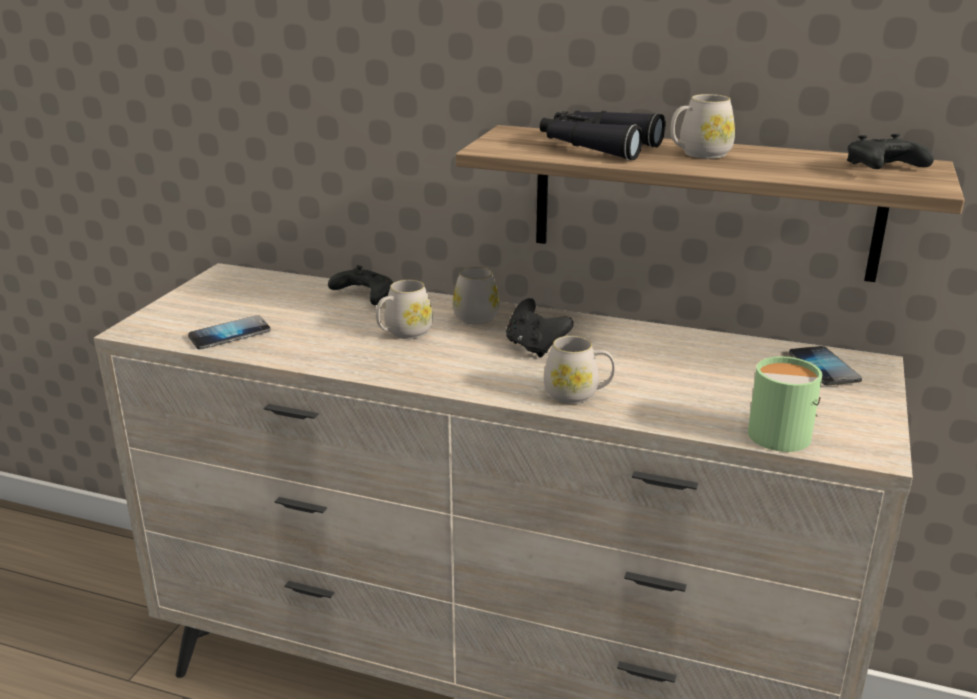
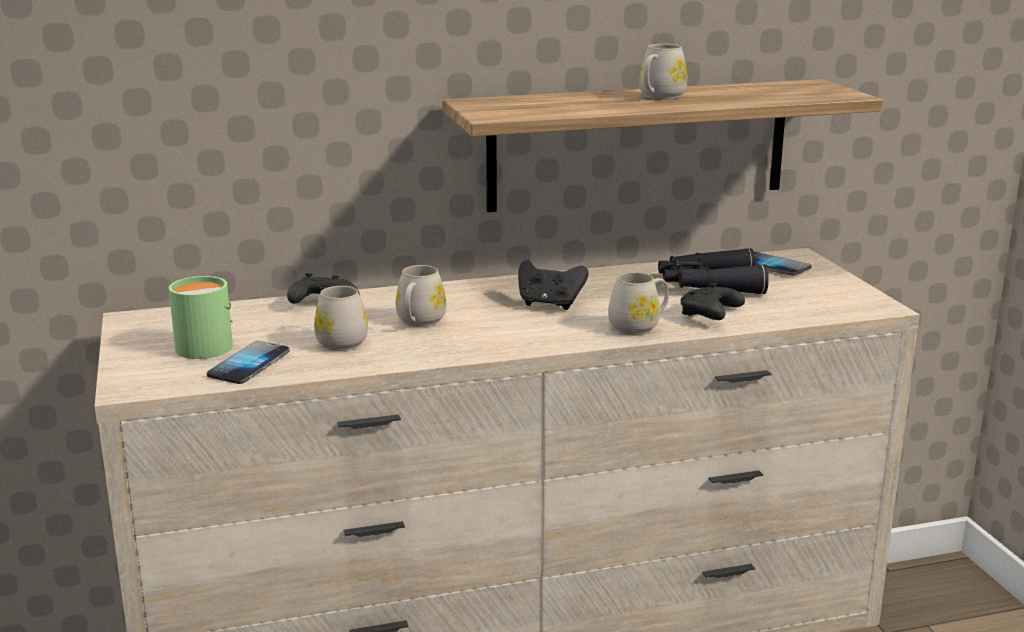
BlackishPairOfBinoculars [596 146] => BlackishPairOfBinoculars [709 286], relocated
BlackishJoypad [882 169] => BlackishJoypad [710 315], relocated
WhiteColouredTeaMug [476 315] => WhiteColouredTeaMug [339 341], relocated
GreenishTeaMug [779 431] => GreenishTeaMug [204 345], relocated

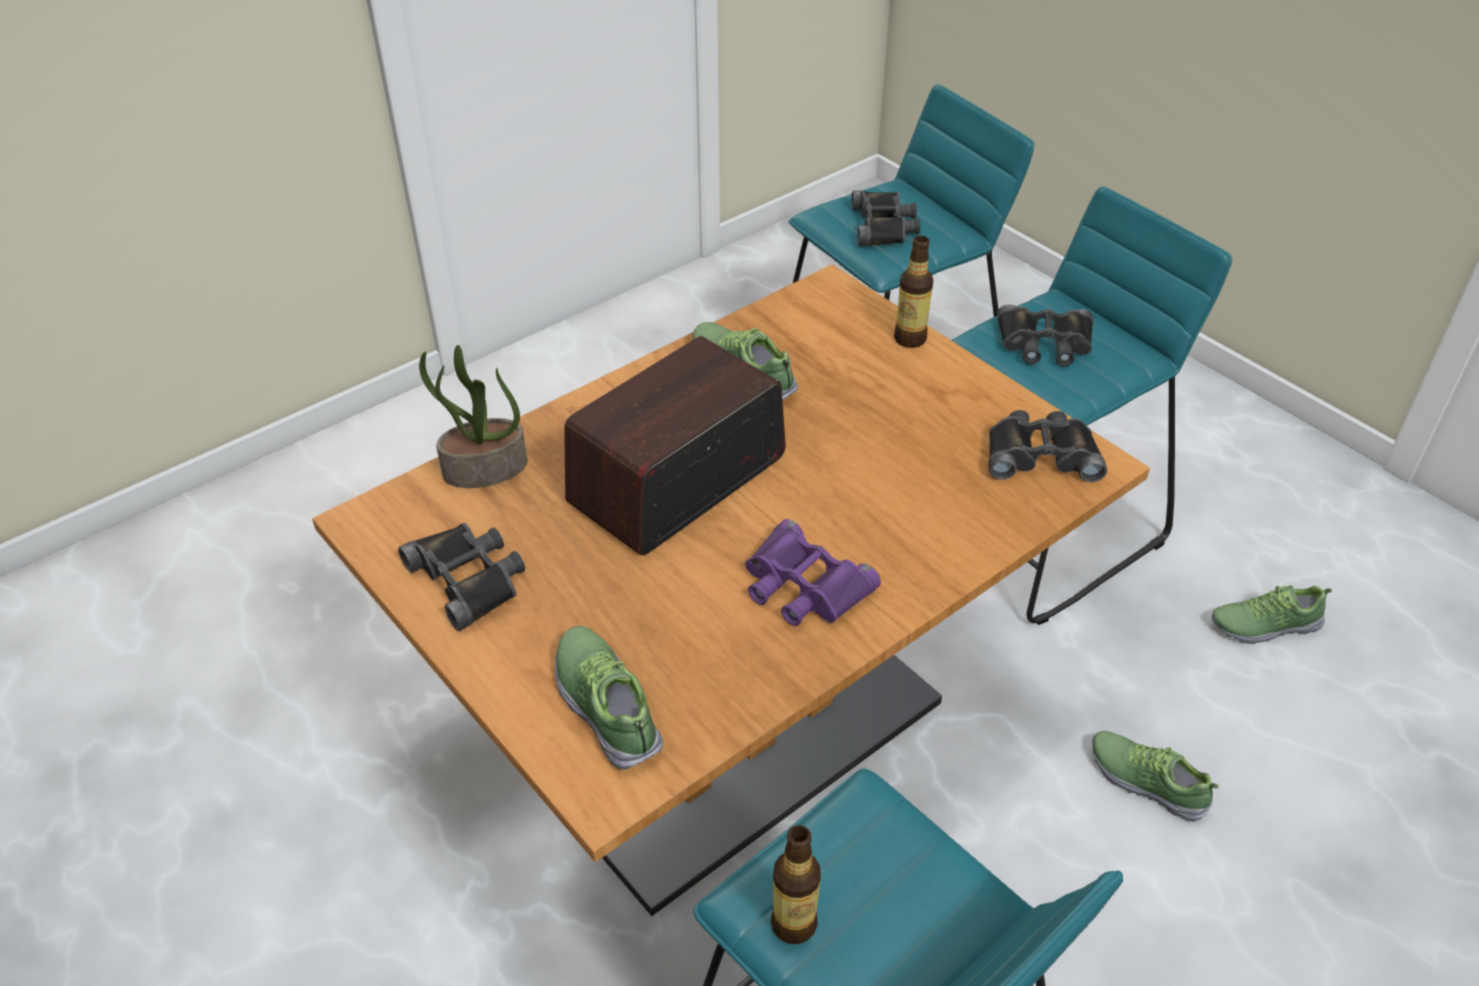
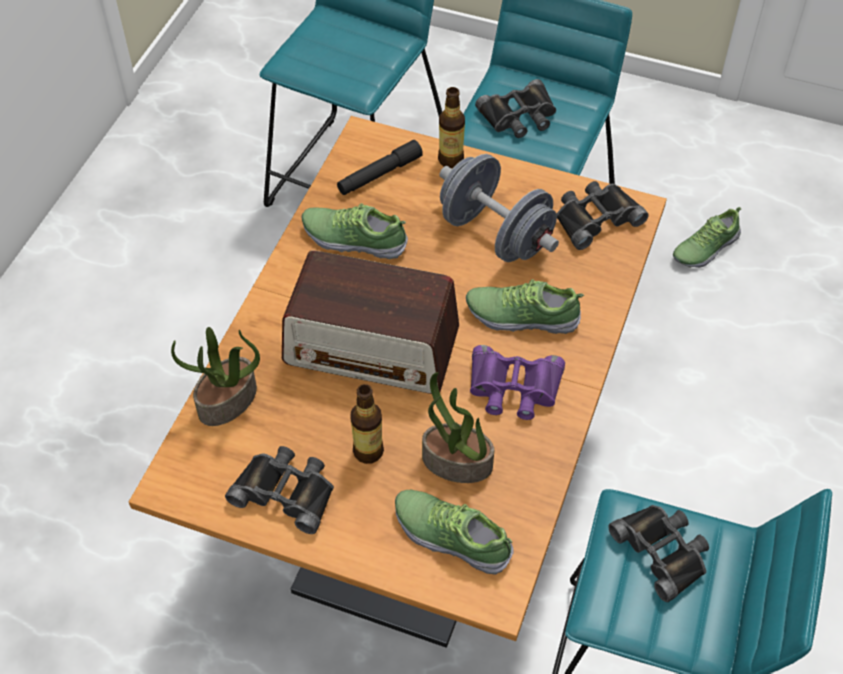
BlackishPairOfBinoculars [884 226] => BlackishPairOfBinoculars [662 551], relocated
RadioSet [677 480] => RadioSet [372 347], 90 degrees counterclockwise
LowShoe [1147 781] => LowShoe [522 315], relocated
DrinkBottle [794 924] => DrinkBottle [368 451], relocated
nothing => BlackishHandTorch [379 174]
nothing => GreyishDumbbell [495 234]
nothing => PlantInAPot [456 463]

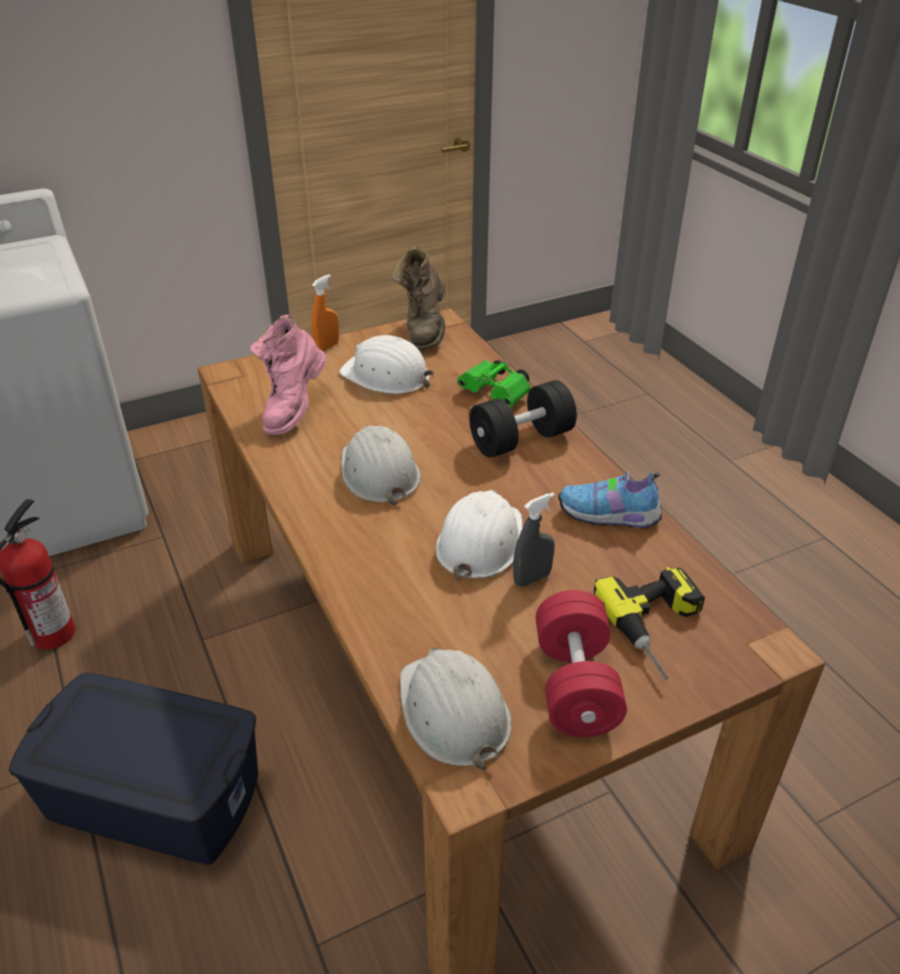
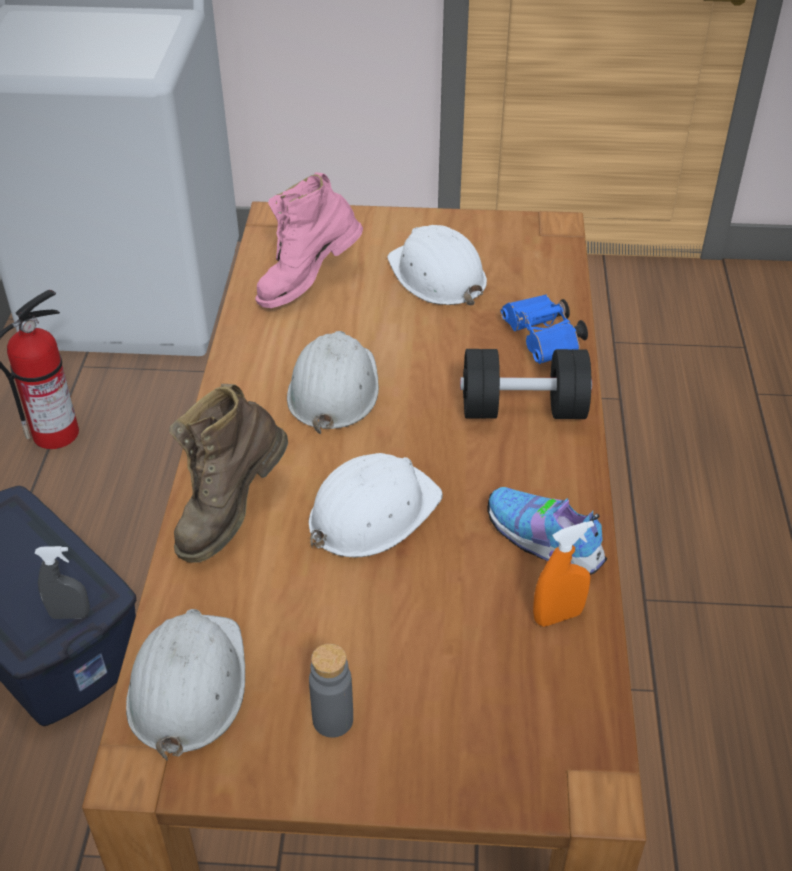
BrownColouredHighTopBoot [424 331] => BrownColouredHighTopBoot [230 513], relocated
OrangeySprayer [327 347] => OrangeySprayer [558 616], relocated
GreenishPairOfBinoculars [497 394] => BluishPairOfBinoculars [544 342]
GreyishSprayer [532 578] => GreyishSprayer [70 614], relocated
Drill [661 628] => nothing
RedColouredDumbbell [575 685] => GreyishDrinkBottle [333 720]

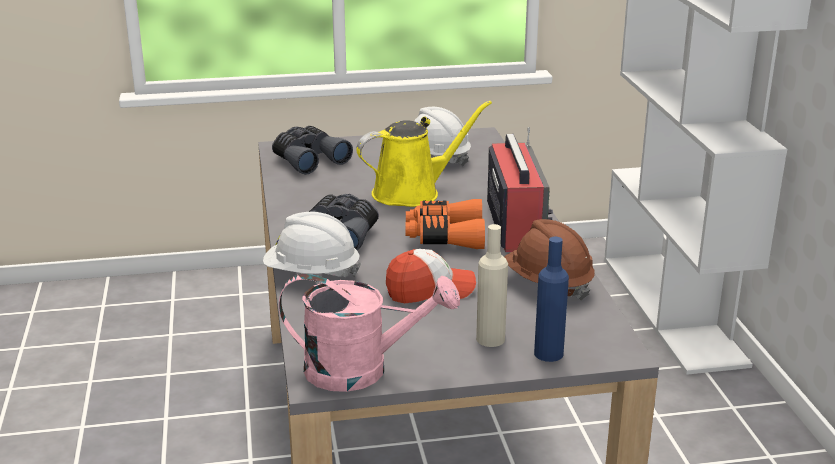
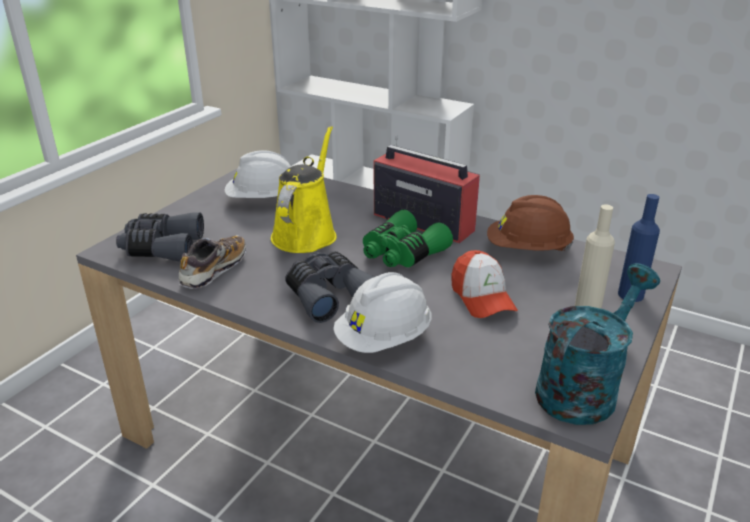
OrangeyPairOfBinoculars [445 236] => GreenishPairOfBinoculars [402 253]
BaseballCap [430 290] => BaseballCap [482 298], 135 degrees clockwise
PinkSprinklingCan [361 370] => TurquoiseColouredSprinklingCan [583 387]
nothing => LowShoe [214 270]

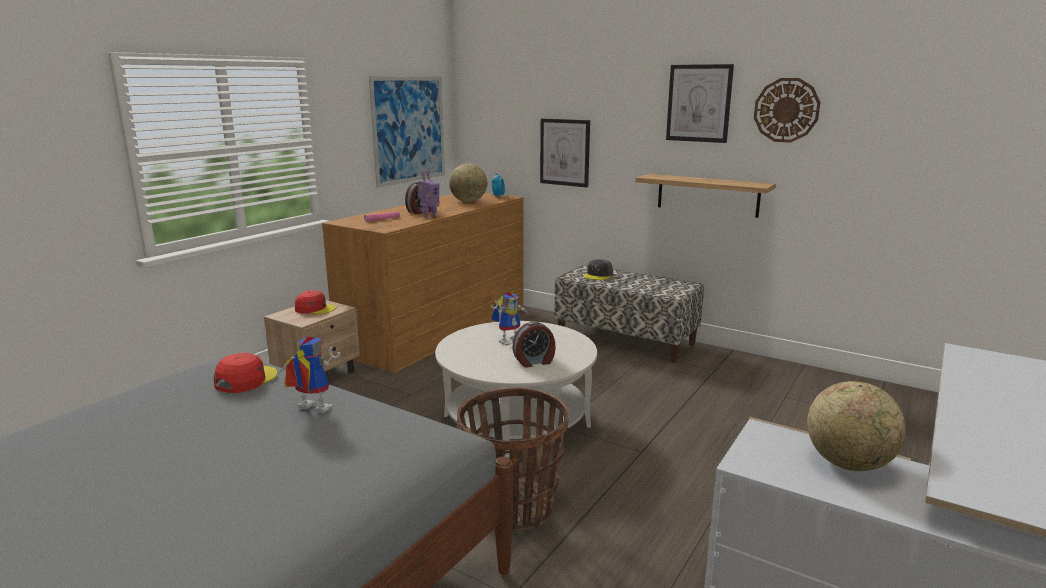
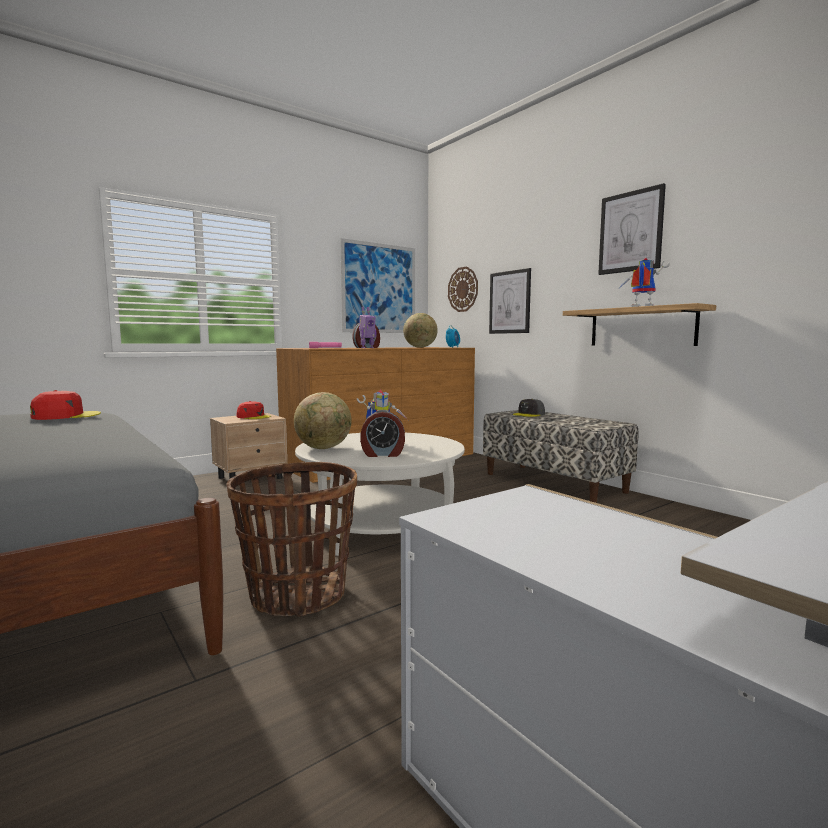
HangingClock [786 110] => HangingClock [463 289], relocated
RobotFigure [309 409] => RobotFigure [640 306], relocated
DeskGlobe [849 464] => DeskGlobe [323 448], relocated

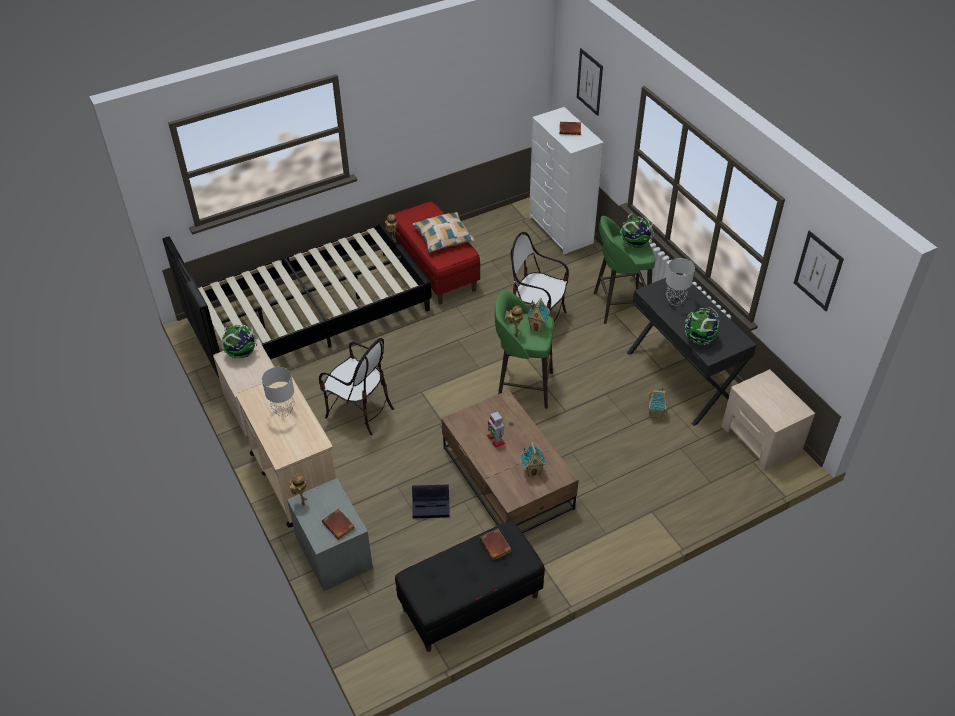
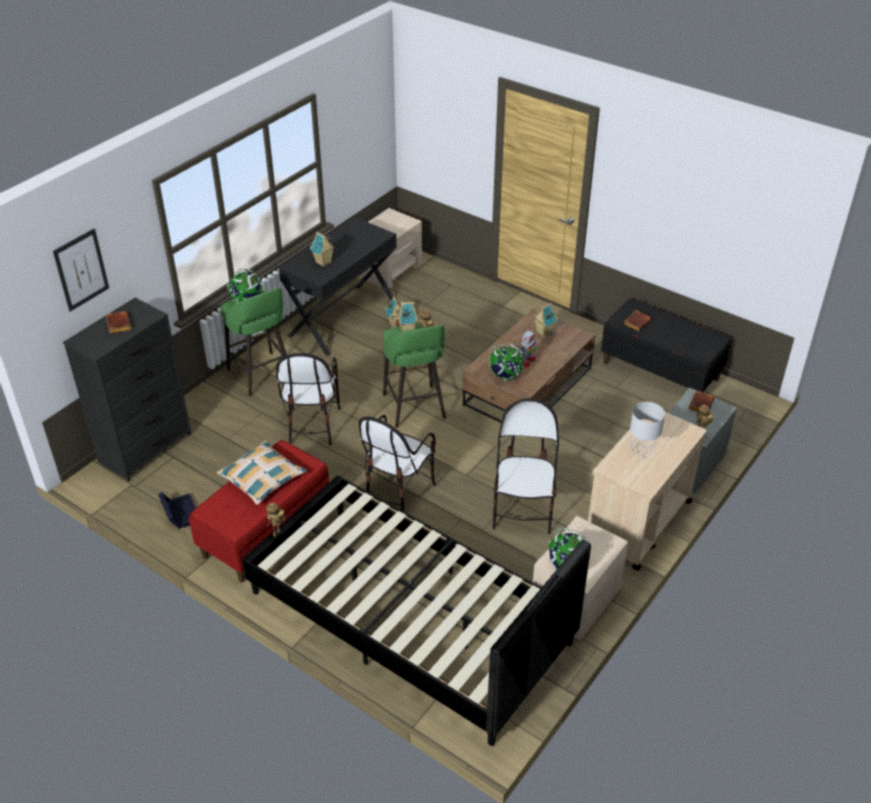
WhiteColouredDrawerChest [561 230] => BlackishDrawerChest [146 447]
Picture [818 271] => nothing
GreyishLampForATable [674 301] => ToyHouse [323 262]
DeskGlobe [699 339] => DeskGlobe [505 376], relocated
BlackishStorageBox [432 505] => BlackishStorageBox [180 513], relocated
nothing => UprightChair [397 492]

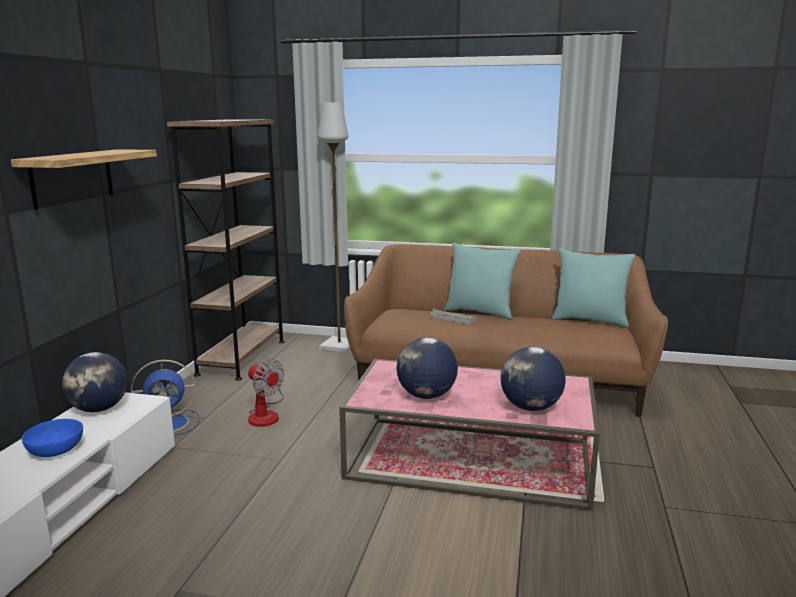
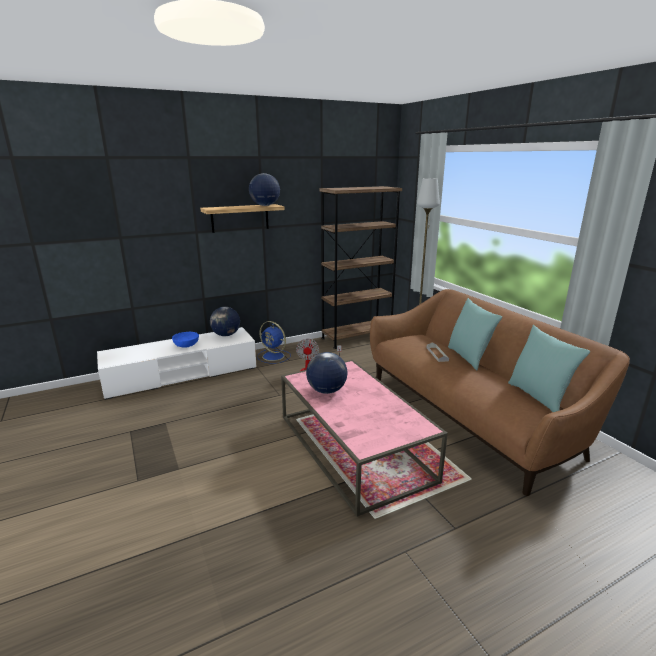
DeskGlobe [531 408] => DeskGlobe [265 205], relocated

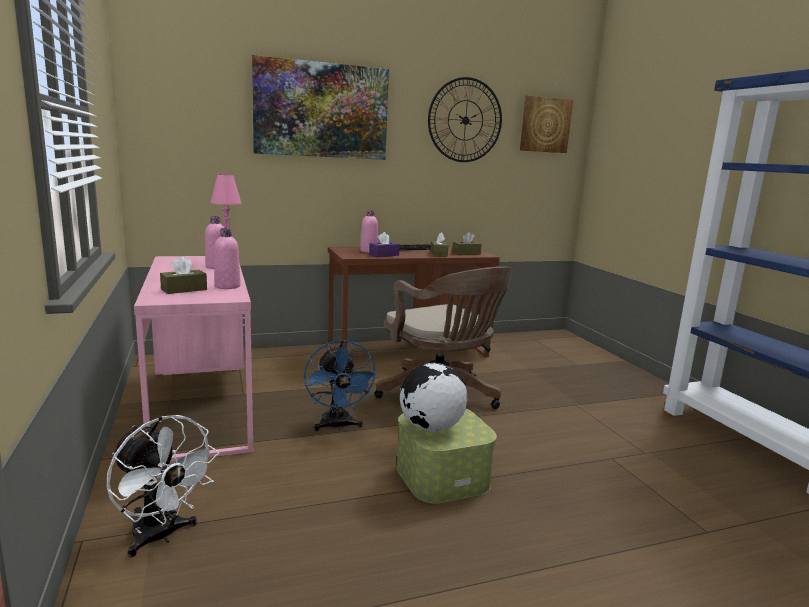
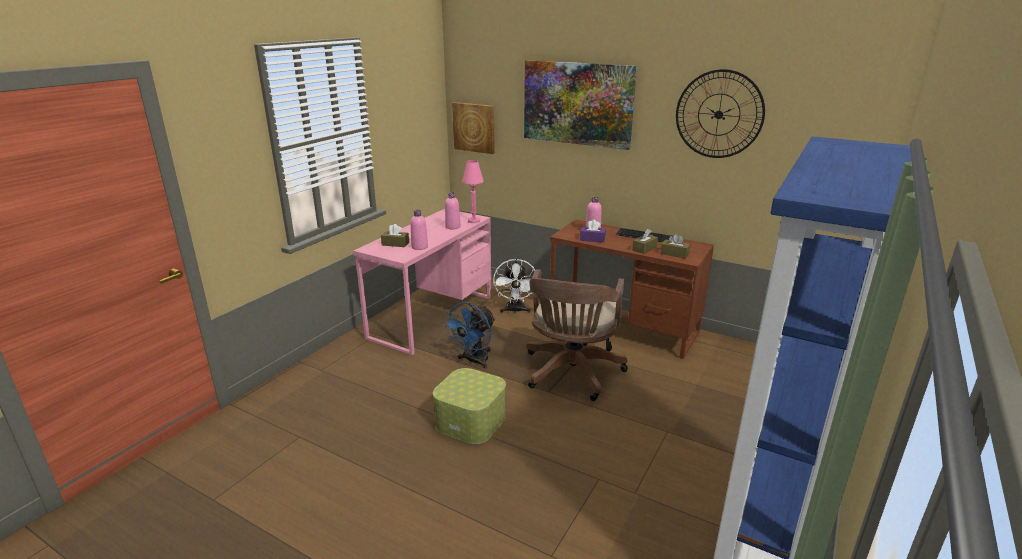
Picture [545 125] => Picture [474 127], relocated
DeskGlobe [430 428] => nothing
WhiteColouredElectricFan [161 536] => WhiteColouredElectricFan [515 311], relocated

